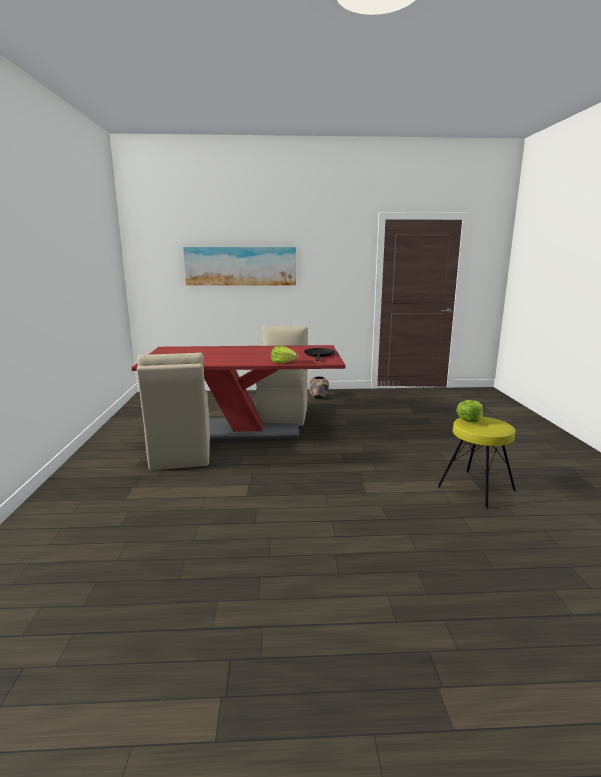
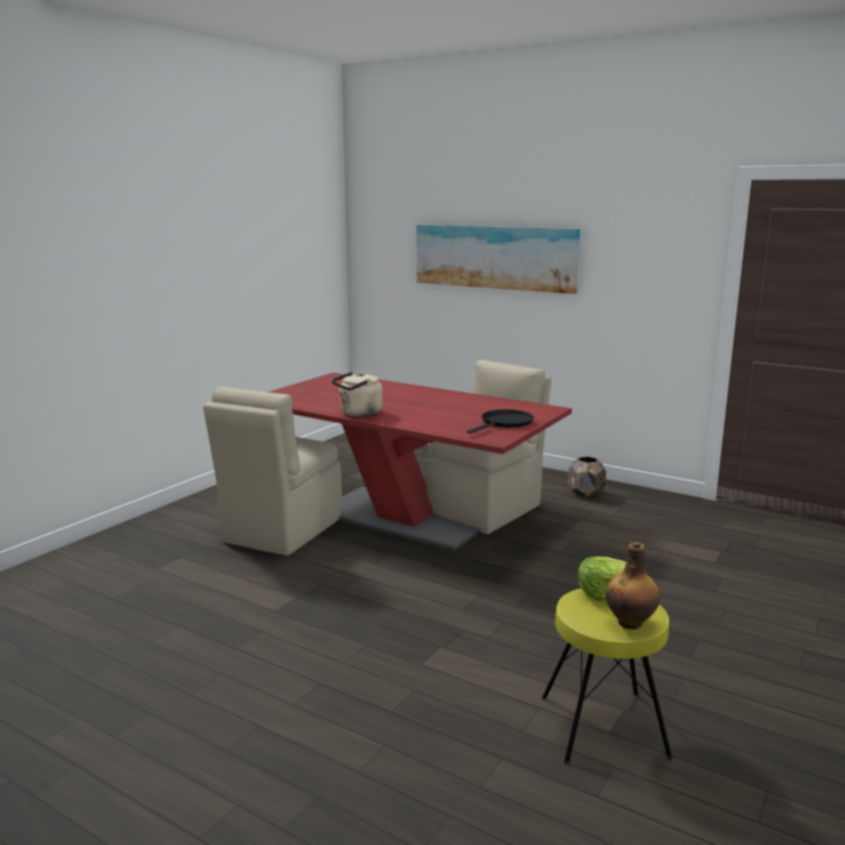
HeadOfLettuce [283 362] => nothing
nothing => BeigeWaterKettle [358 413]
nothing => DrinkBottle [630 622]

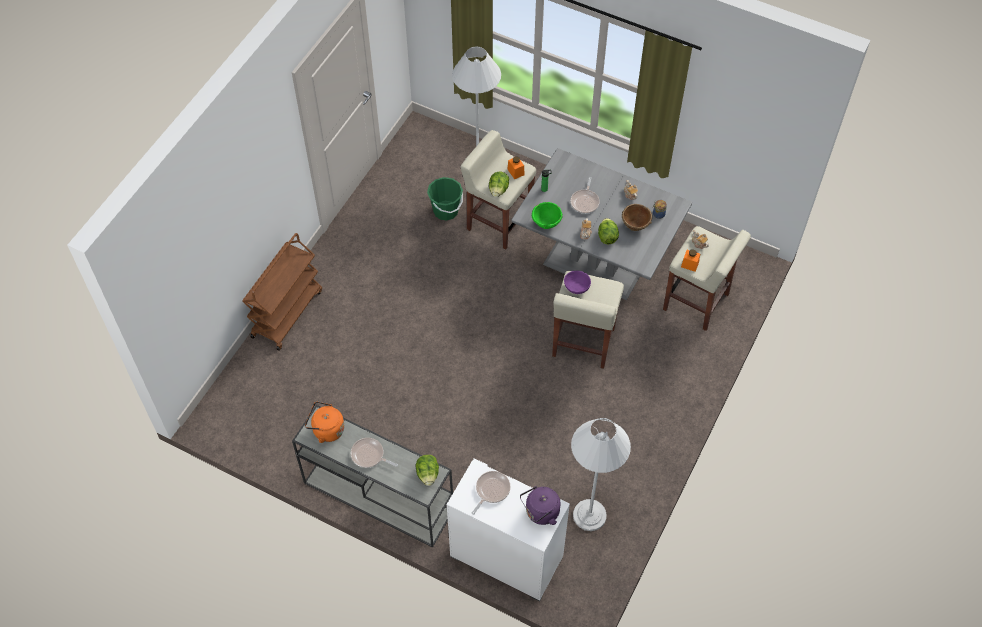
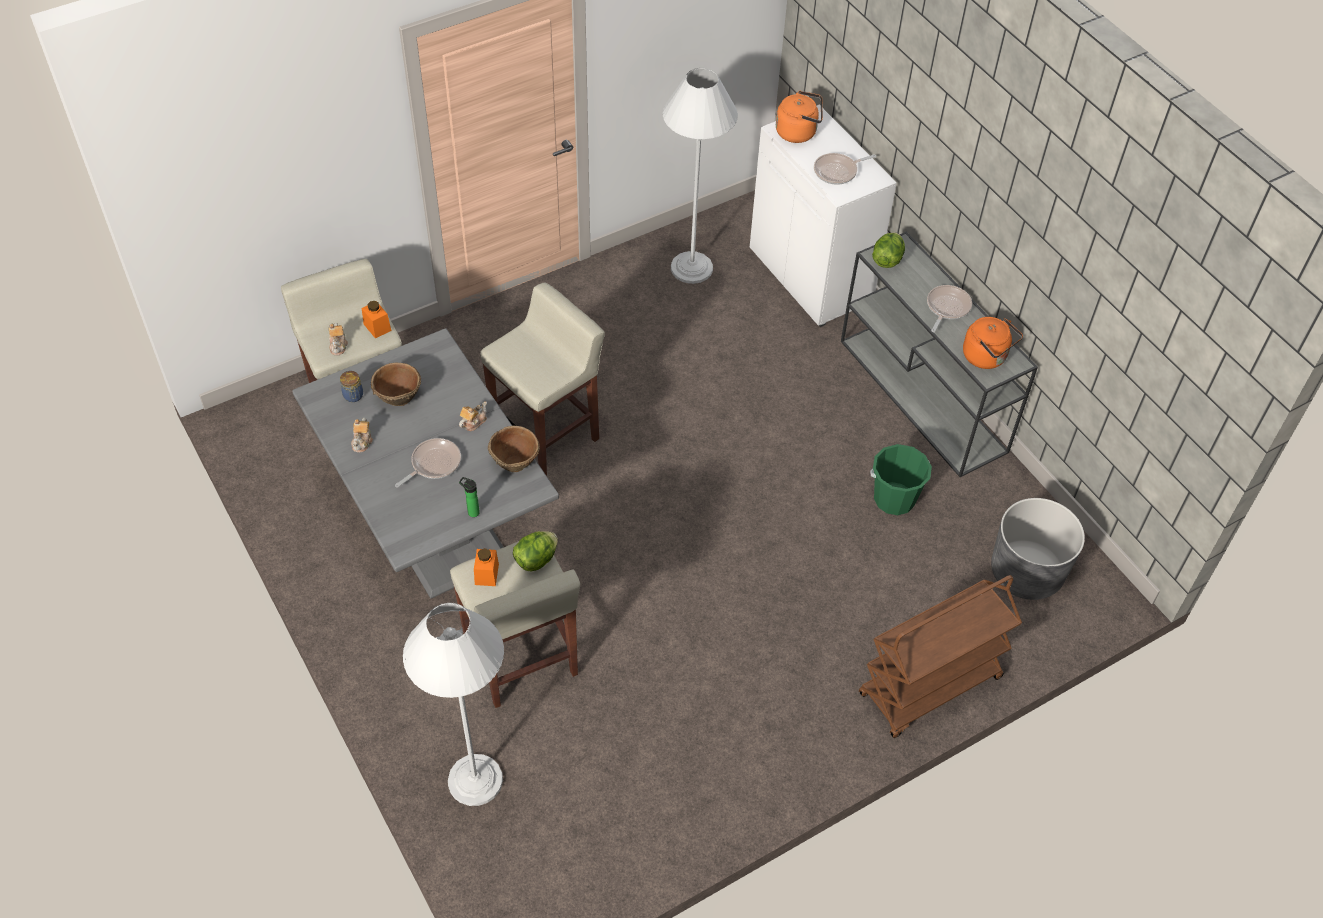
GreenishBucket [446 211] => GreenishBucket [894 499], relocated
GreenishBowl [546 223] => BrownColouredBowl [515 461]
HeadOfLettuce [607 237] => nothing
PurpleBowl [577 287] => nothing
Pan [369 455] => Pan [946 308], 120 degrees counterclockwise
PurpleWaterKettle [540 513] => OrangeyWaterKettle [798 132]
nothing => GreyishPlanter [1026 572]

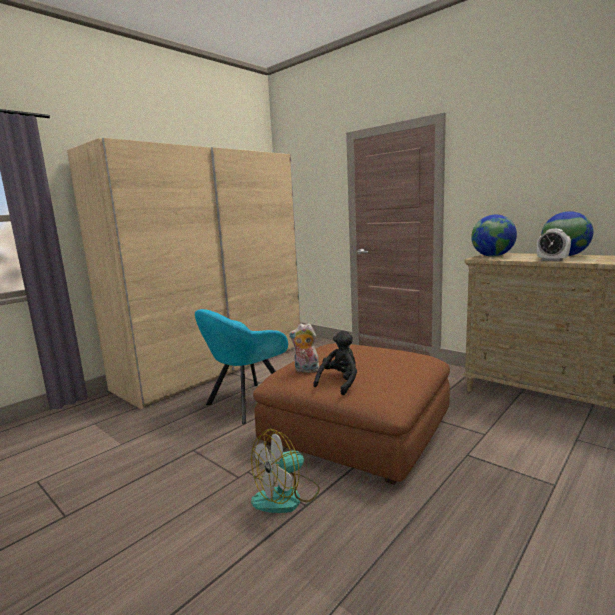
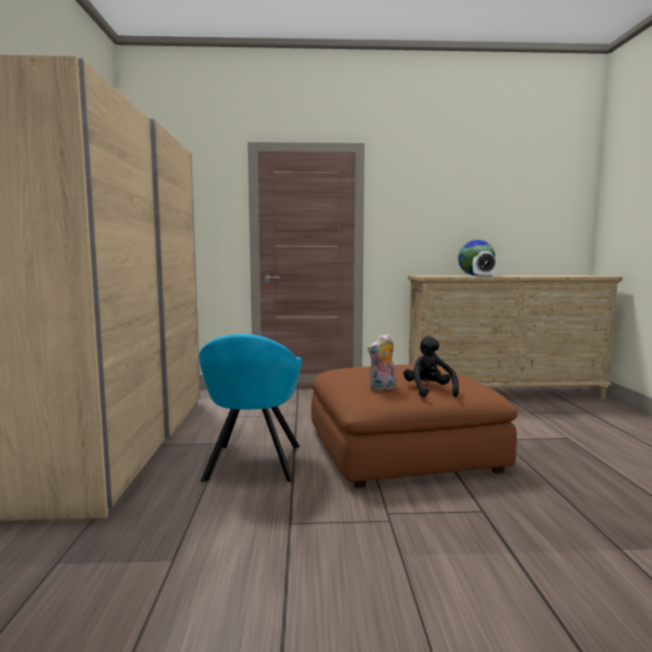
DeskGlobe [492 256] => nothing
ElectricFan [286 496] => nothing

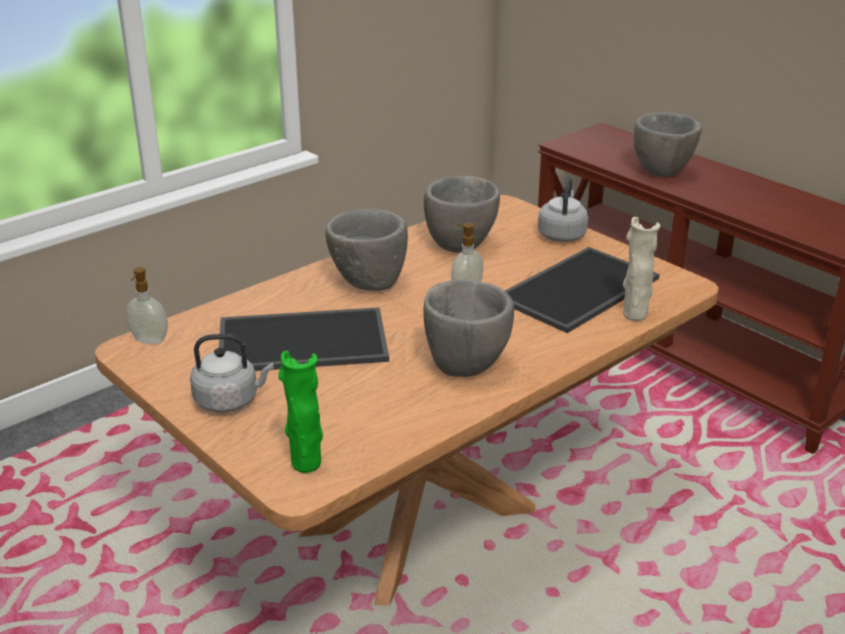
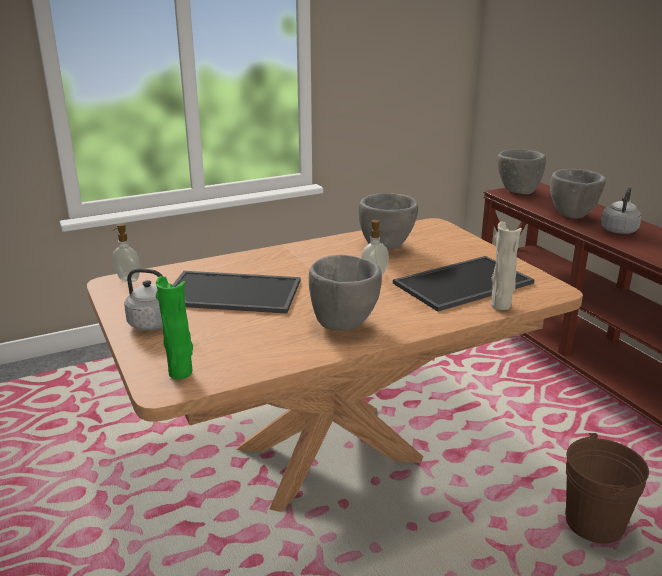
GreyishWaterKettle [562 234] => GreyishWaterKettle [619 230], relocated
GreyishBowl [368 283] => GreyishBowl [517 191], relocated
nothing => BrownColouredBucket [594 523]

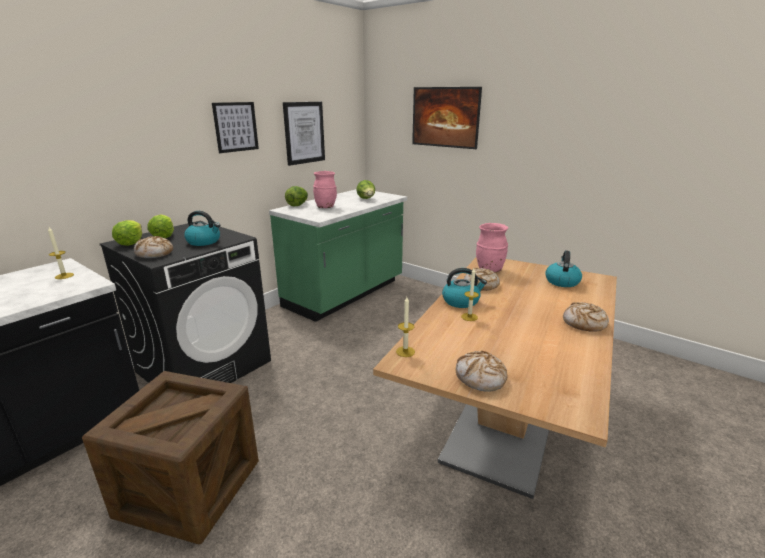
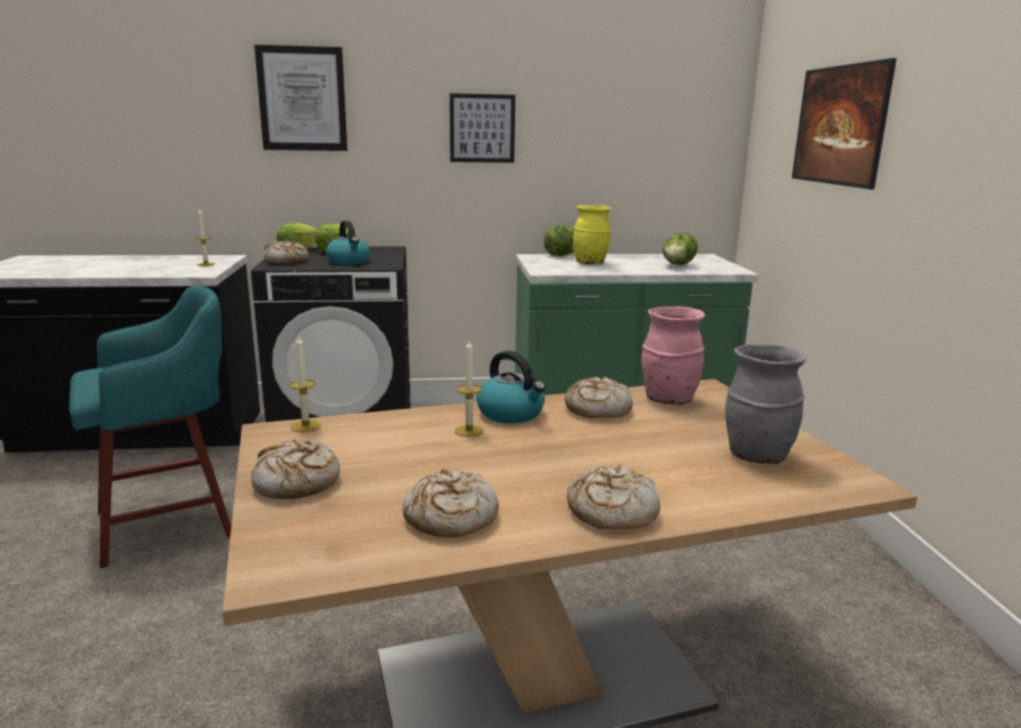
Picture [304 133] => Picture [302 99], relocated
PinkDecorativeVase [326 207] => YellowDecorativeVase [590 263]
WaterKettle [561 281] => GreyishDecorativeVase [756 456]
Crate [189 488] => TurquoiseColouredStool [170 522]
nothing => Bread [450 517]

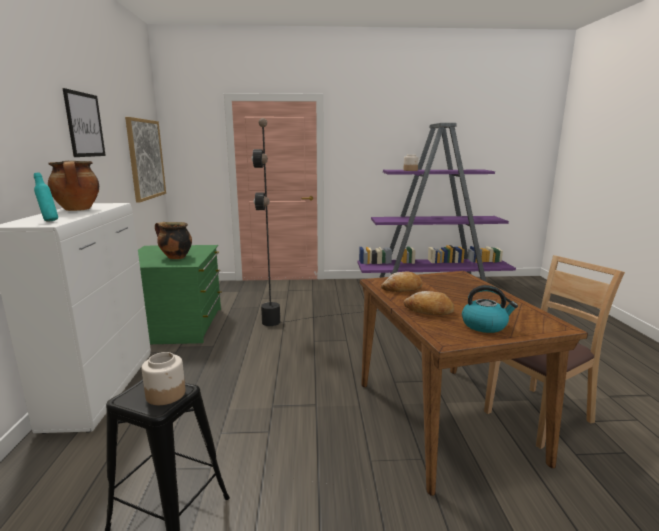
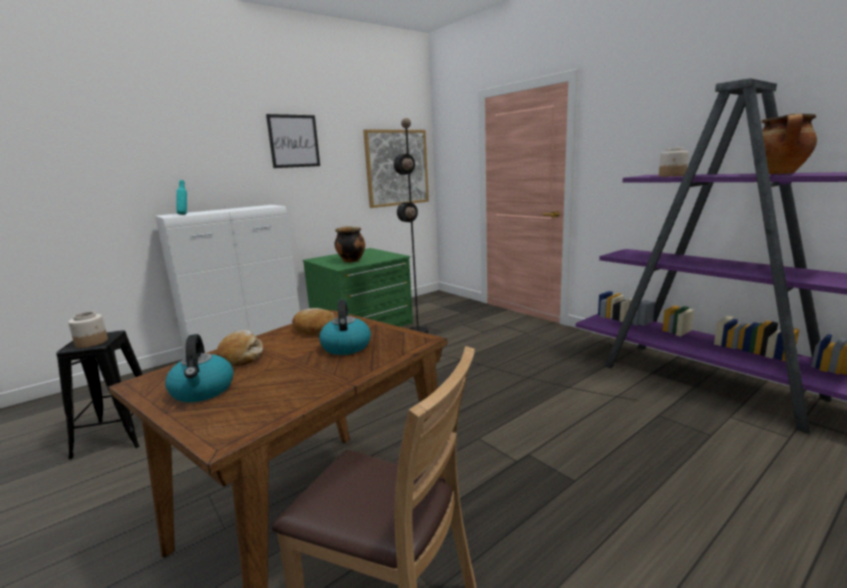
CookingPot [78 209] => CookingPot [779 174], relocated
nothing => WaterKettle [346 346]

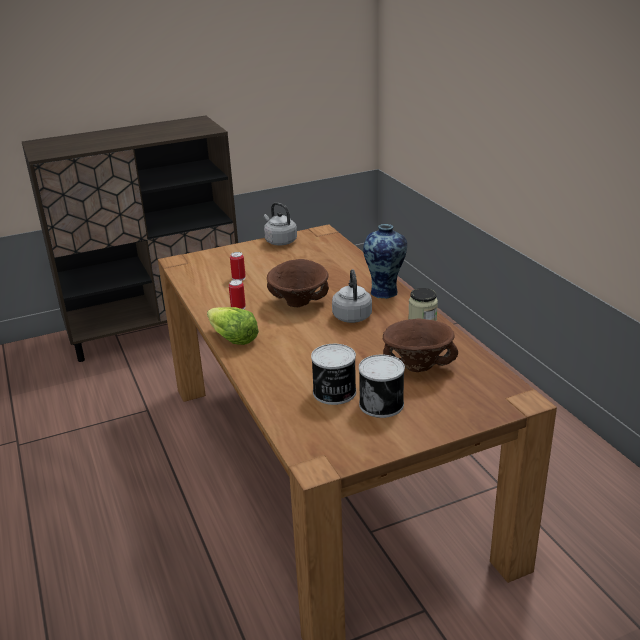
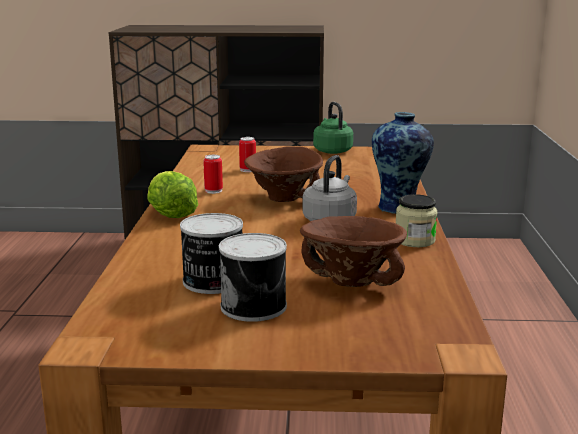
GreyishWaterKettle [279 241] => GreenishWaterKettle [332 150]

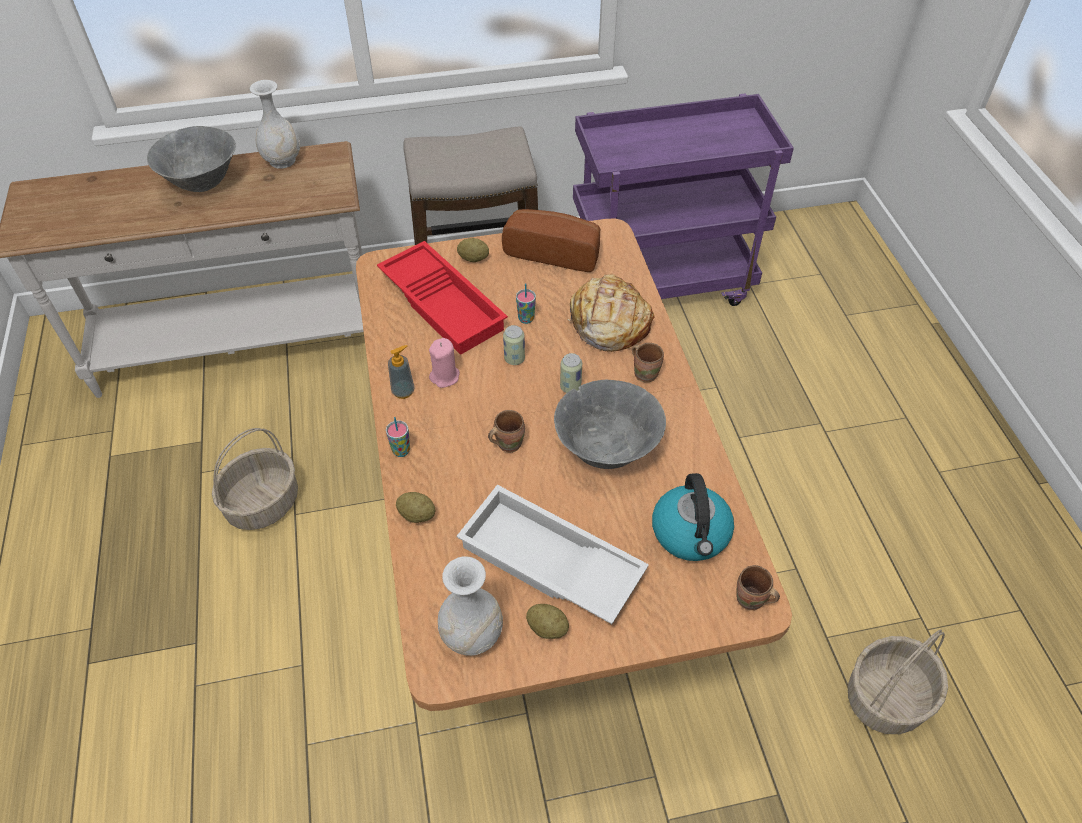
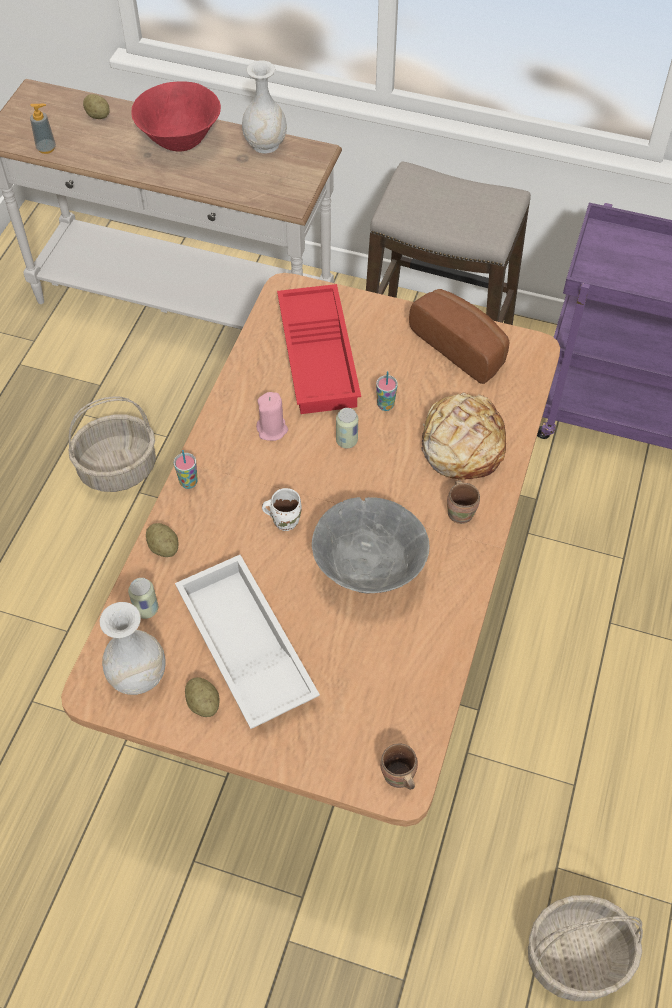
GreyishBowl [203 183] => RedColouredBowl [181 142]
Potato [473 258] => Potato [98 116], relocated
SoapBottle [403 391] => SoapBottle [46 148], relocated
SealedCan [570 387] => SealedCan [146 609], relocated
BrownColouredTeaMug [507 443] => WhiteColouredTeaMug [284 519]
WaterKettle [691 534] => nothing

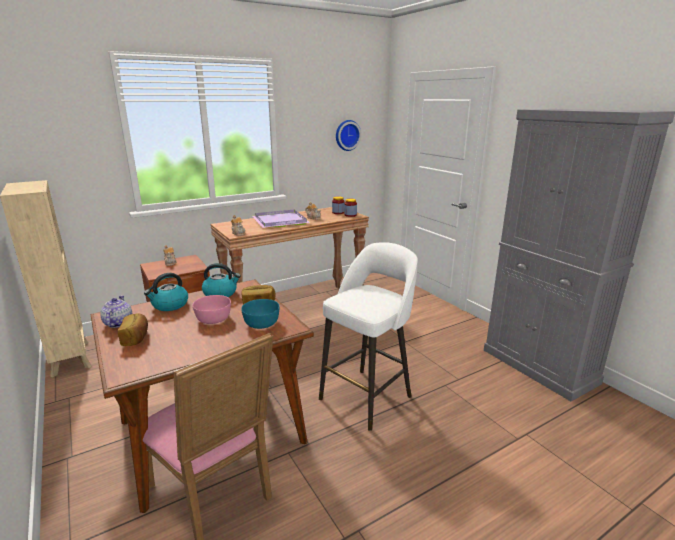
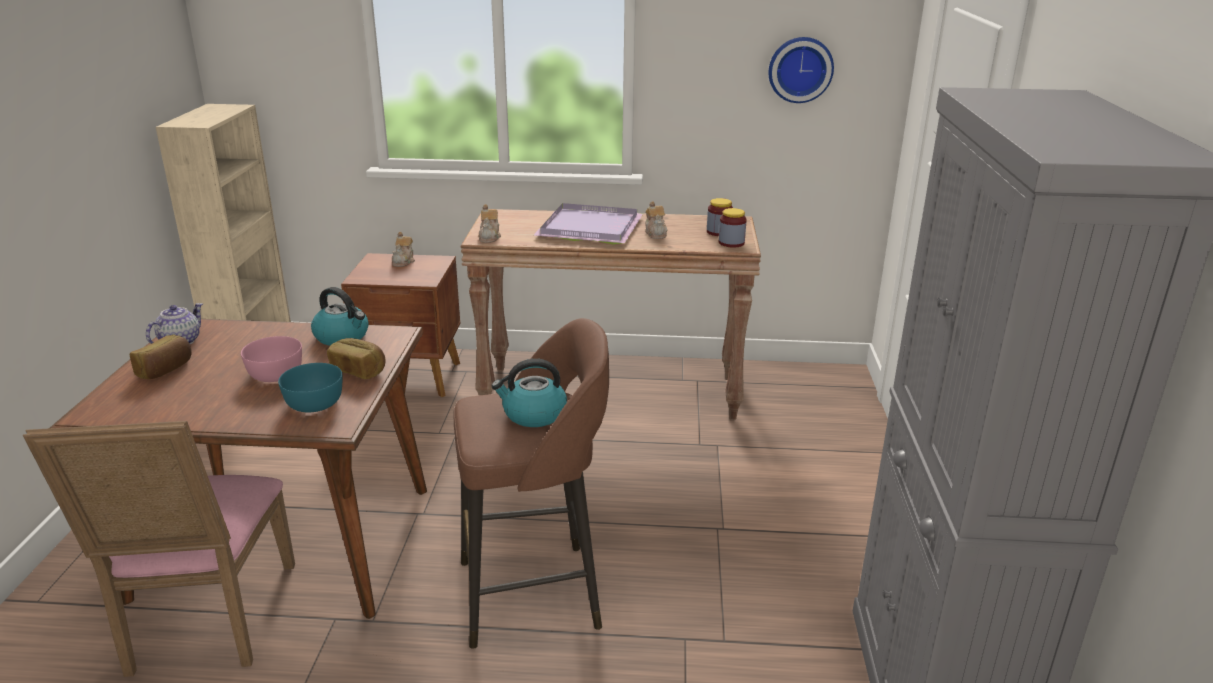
WhiteColouredStool [367 397] => BrownColouredStool [534 594]
WaterKettle [169 305] => WaterKettle [533 414], relocated

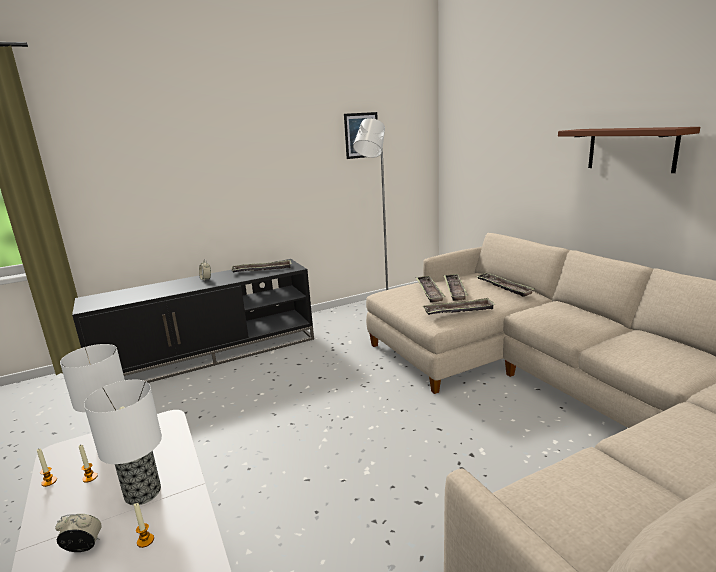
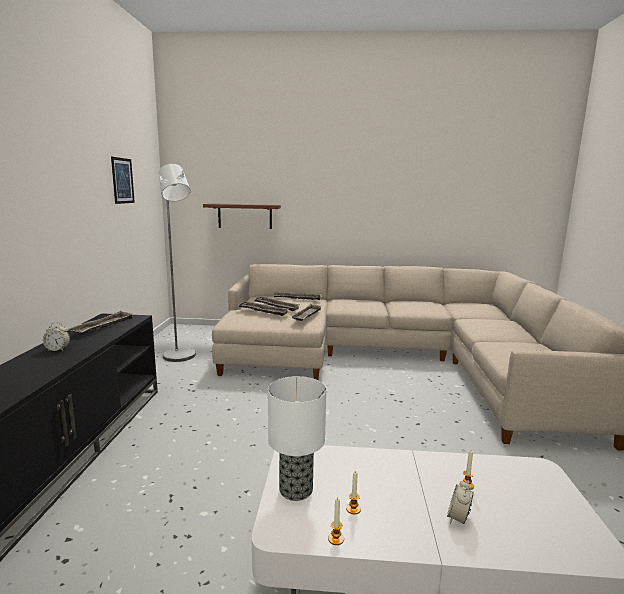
BrownColouredBracketShelf [631 149] => BrownColouredBracketShelf [245 216], relocated
LampForATable [143 492] => nothing

